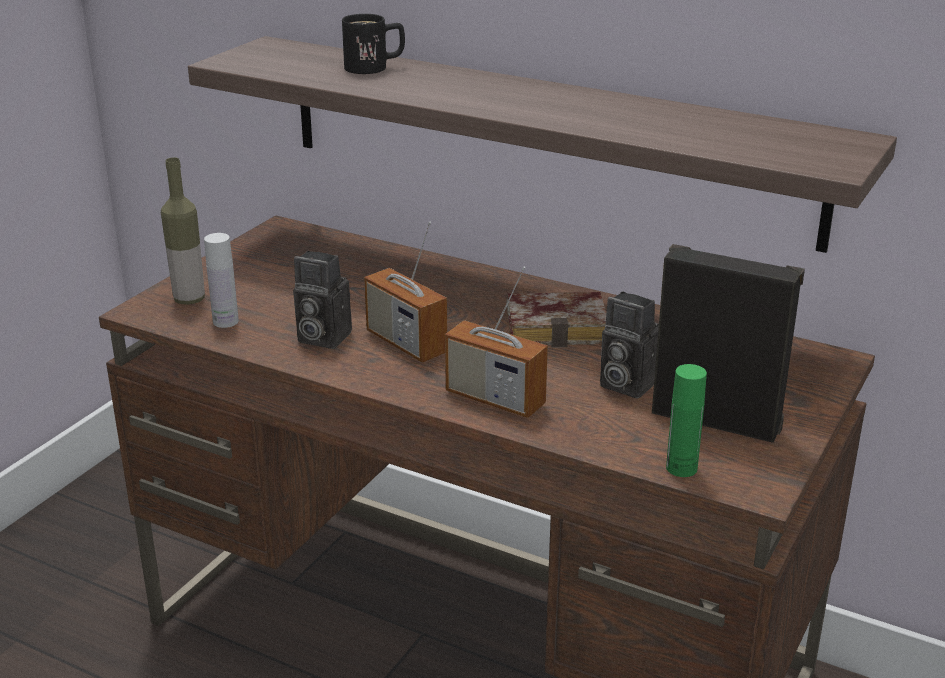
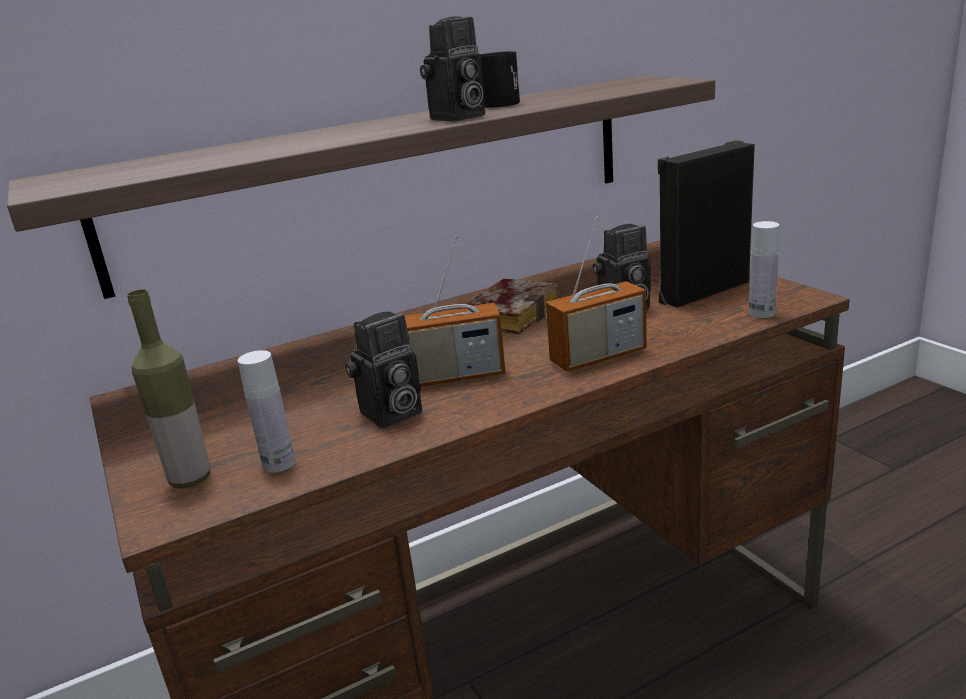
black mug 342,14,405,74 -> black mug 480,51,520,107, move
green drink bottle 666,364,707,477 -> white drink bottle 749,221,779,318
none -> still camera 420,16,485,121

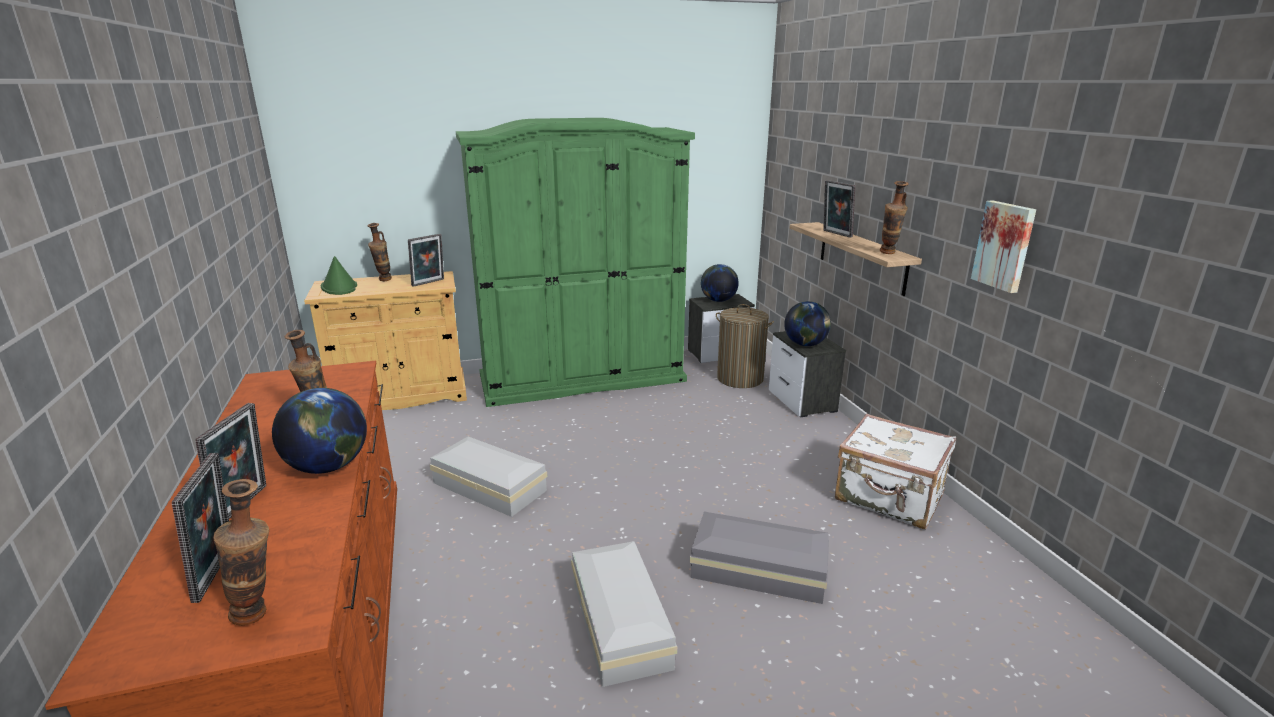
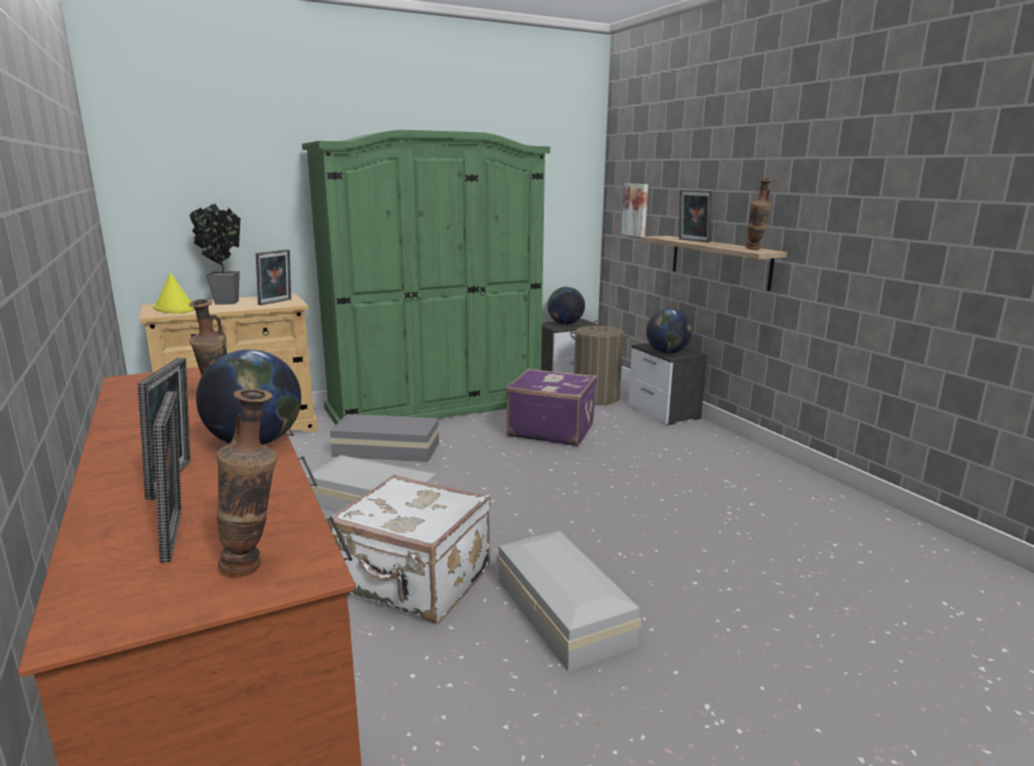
picture 971,200,1036,293 -> picture 621,183,648,237, move
decorative vase 368,223,392,281 -> houseplant 189,204,241,305
green clothing hat 321,256,357,295 -> yellow-coloured clothing hat 153,273,195,313
white suitcase 835,414,956,529 -> white suitcase 328,474,491,623, move
grey storage box 690,512,829,604 -> grey storage box 329,414,440,462, move
none -> purple suitcase 506,368,597,446

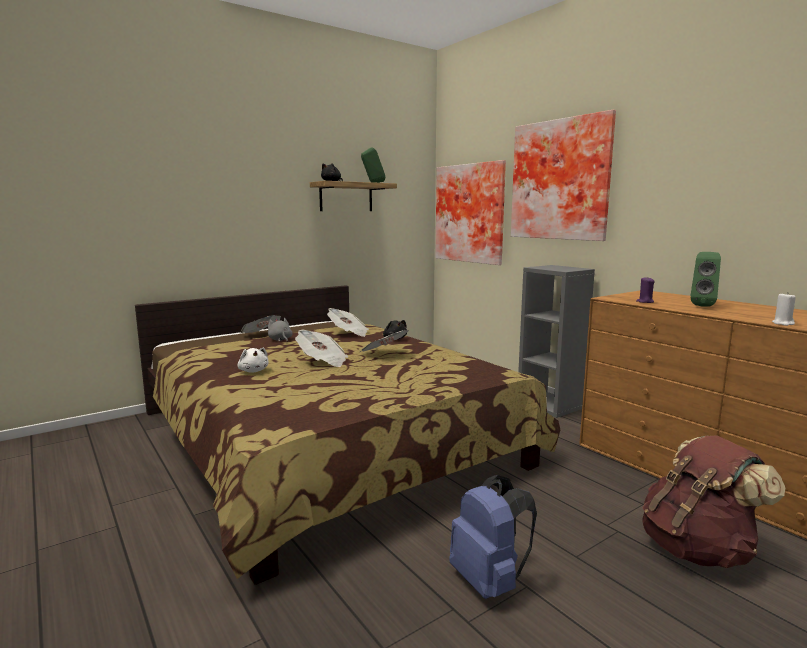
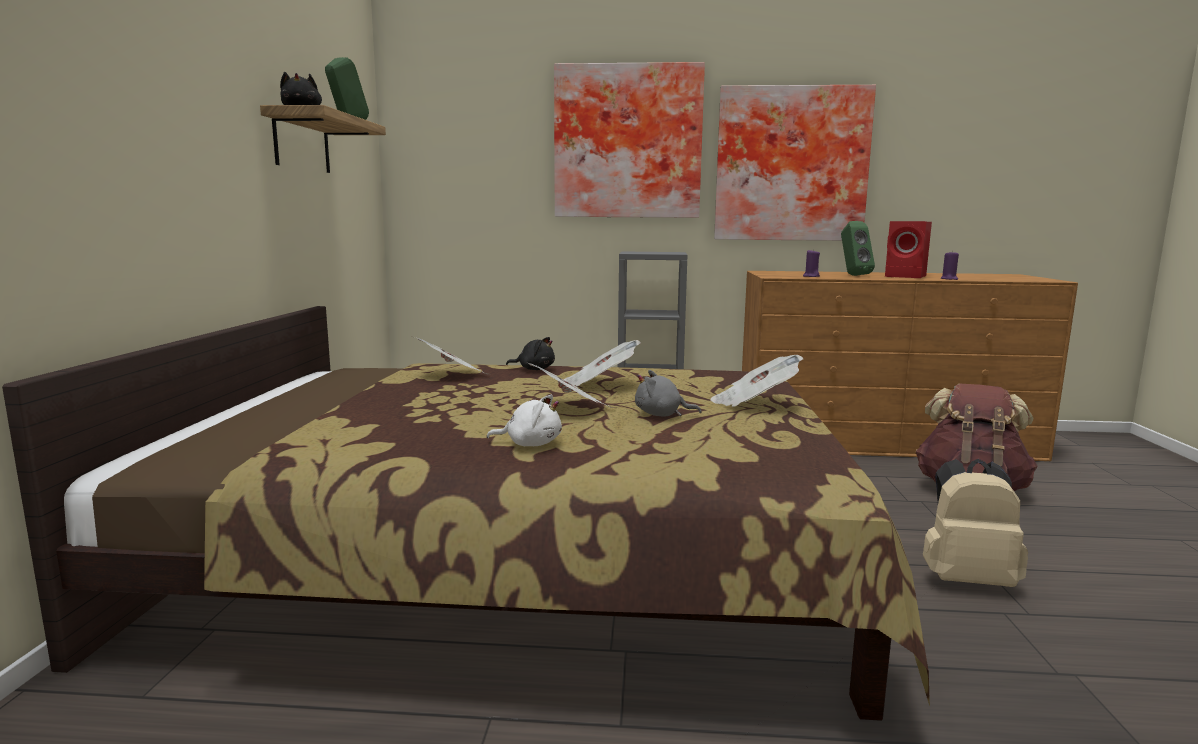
picture 435,160,506,265 -> picture 714,85,876,241, move
white wax light 772,294,796,326 -> purple wax light 941,251,959,280
daily paper 241,315,281,333 -> daily paper 710,355,804,407, move
grey soft toy 268,318,293,342 -> grey soft toy 635,370,701,417, move
blue-coloured rucksack 449,475,537,599 -> sand-coloured rucksack 923,459,1028,587
none -> reddish speaker 885,221,932,278

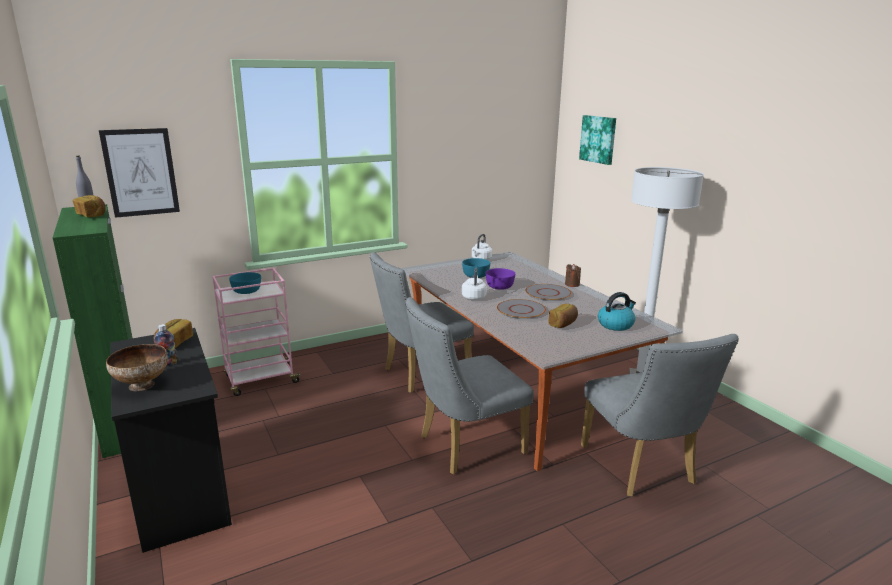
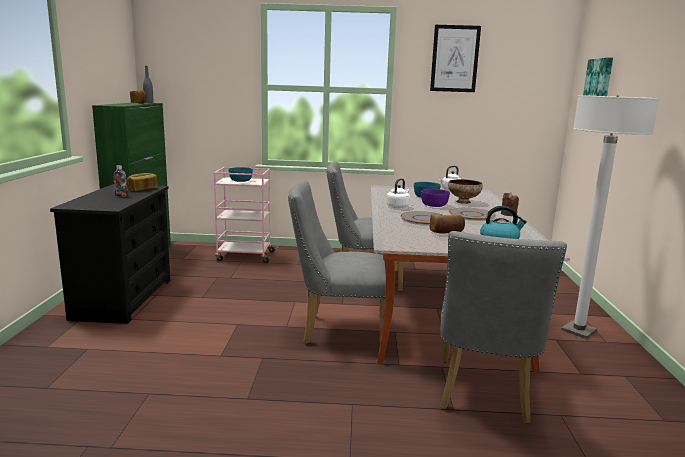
picture 99,128,180,218 -> picture 430,25,481,92, move
deep dish 106,344,168,391 -> deep dish 448,179,483,204, move

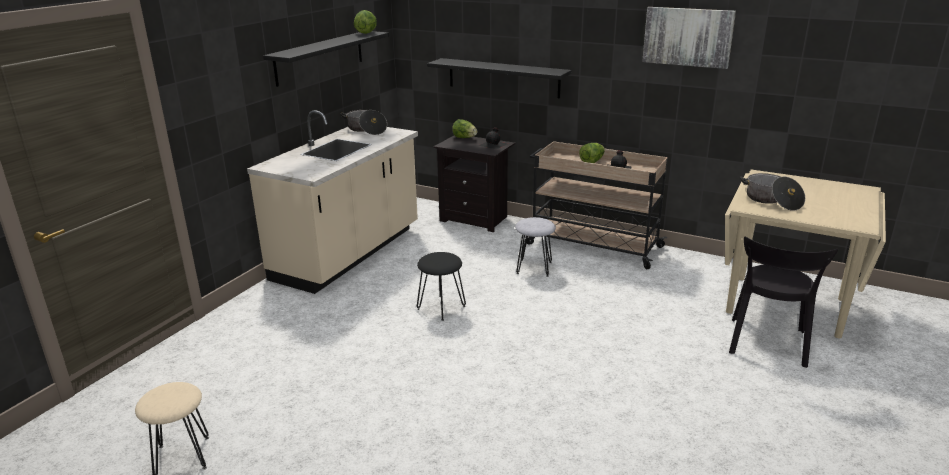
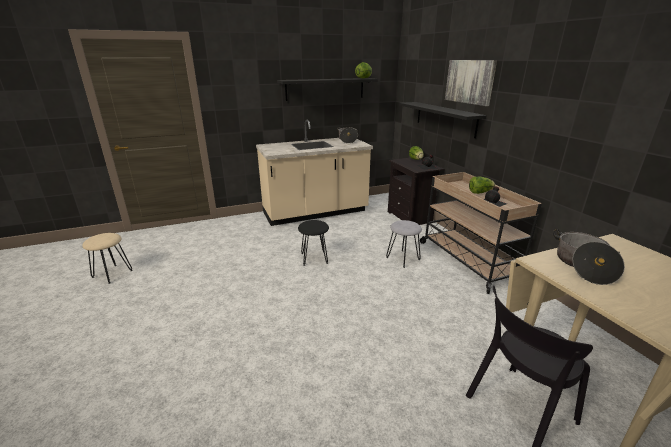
picture 642,7,736,69 -> picture 445,60,497,106, move

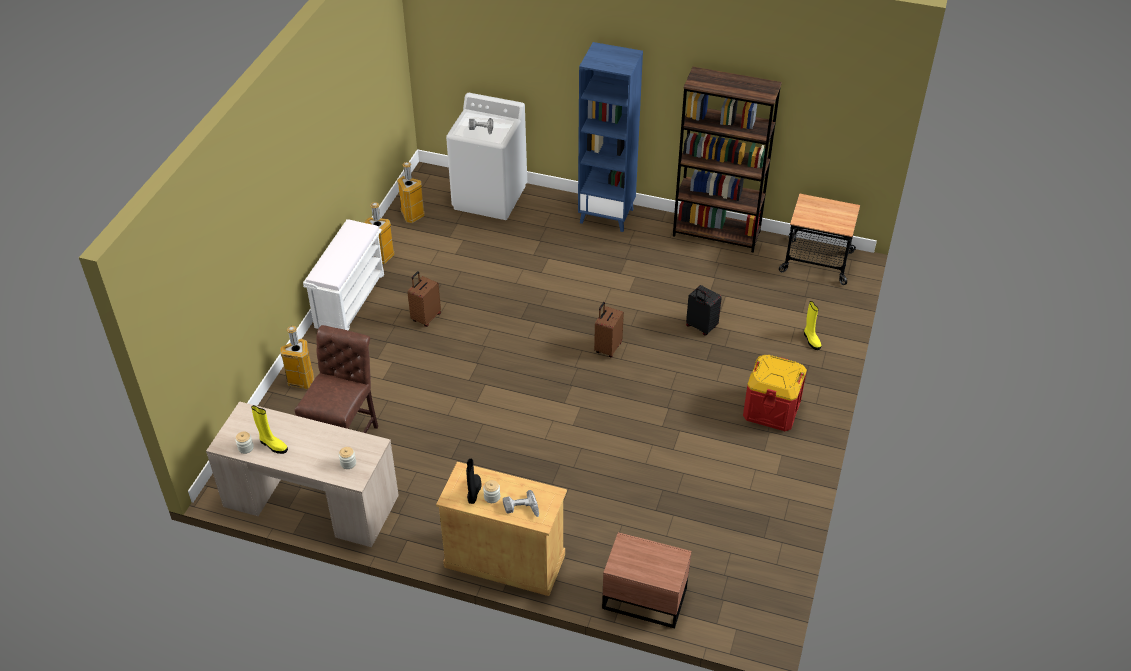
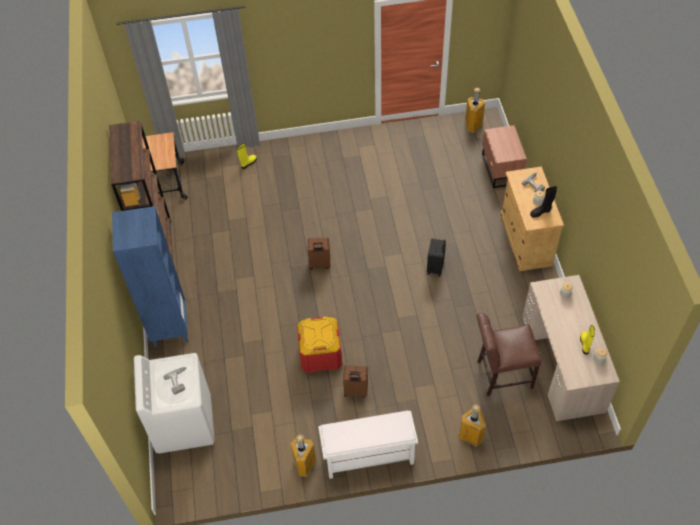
waste bin 397,162,425,223 -> waste bin 465,88,485,133, move
black suitcase 686,285,722,336 -> black suitcase 427,239,446,277, move
reddish storage box 743,355,807,431 -> reddish storage box 297,316,342,373, move

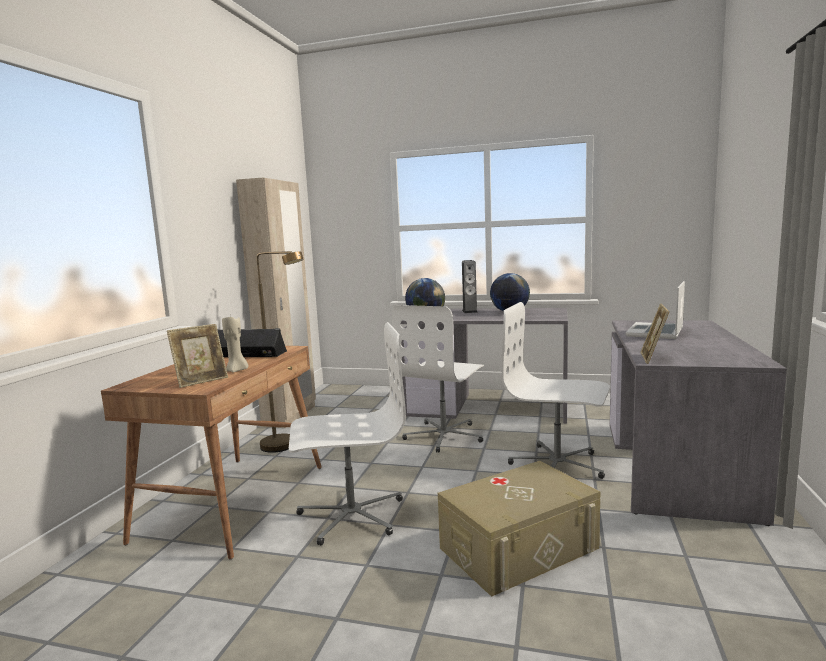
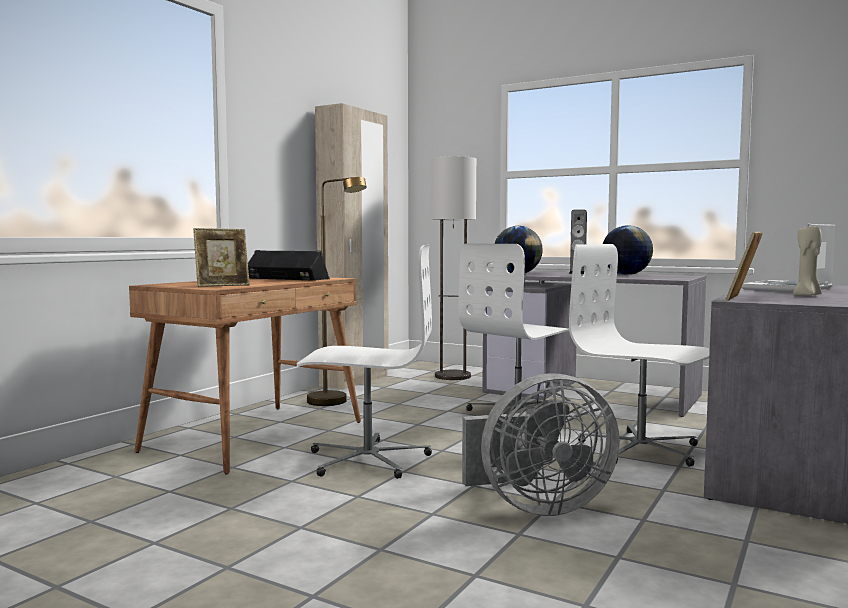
sand-coloured wax light 222,315,248,372 -> sand-coloured wax light 793,226,822,296, move
sand-coloured storage box 438,461,600,597 -> grey electric fan 462,373,620,516
none -> standing lamp 431,156,476,380

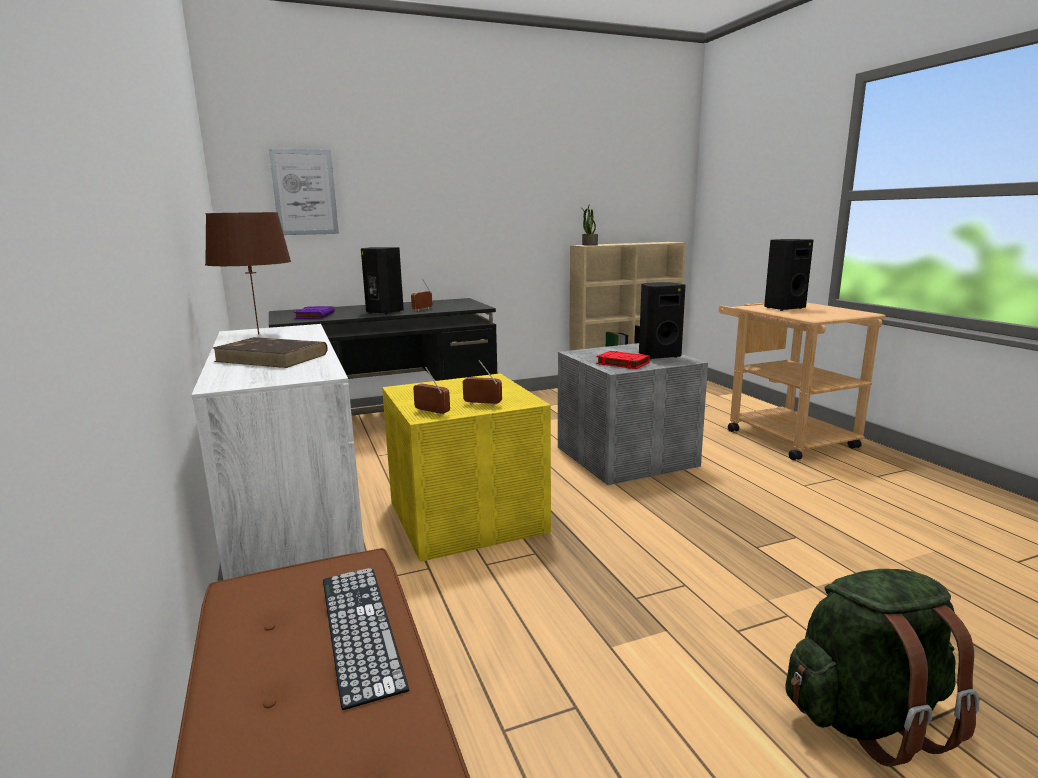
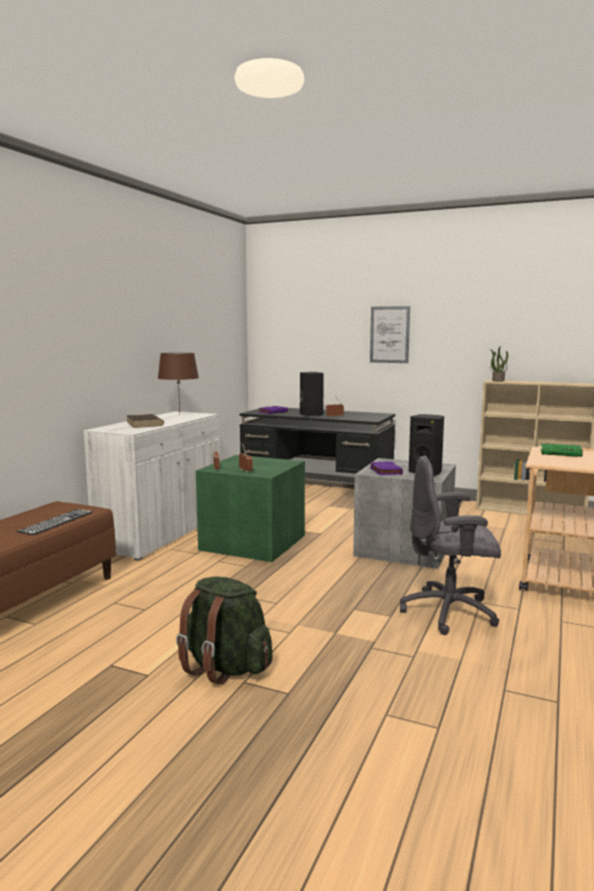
picture 269,149,339,235 -> picture 370,306,410,363, move
black speaker 764,239,813,311 -> green book 541,443,583,457
reddish book 596,351,650,369 -> purple book 370,461,403,475
yellow-coloured storage box 382,373,551,562 -> green storage box 196,455,305,562
none -> grey computer chair 400,455,501,635

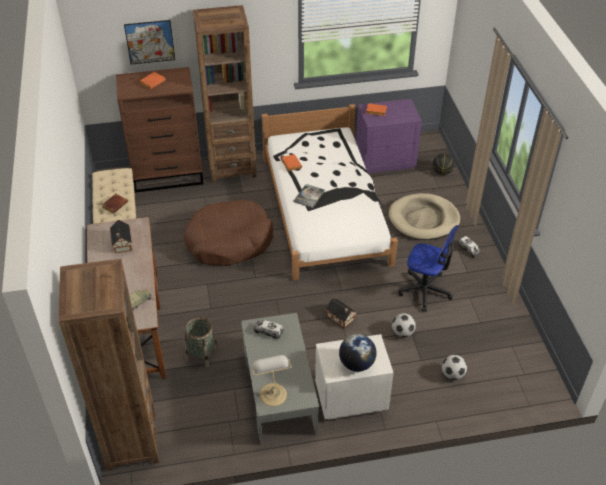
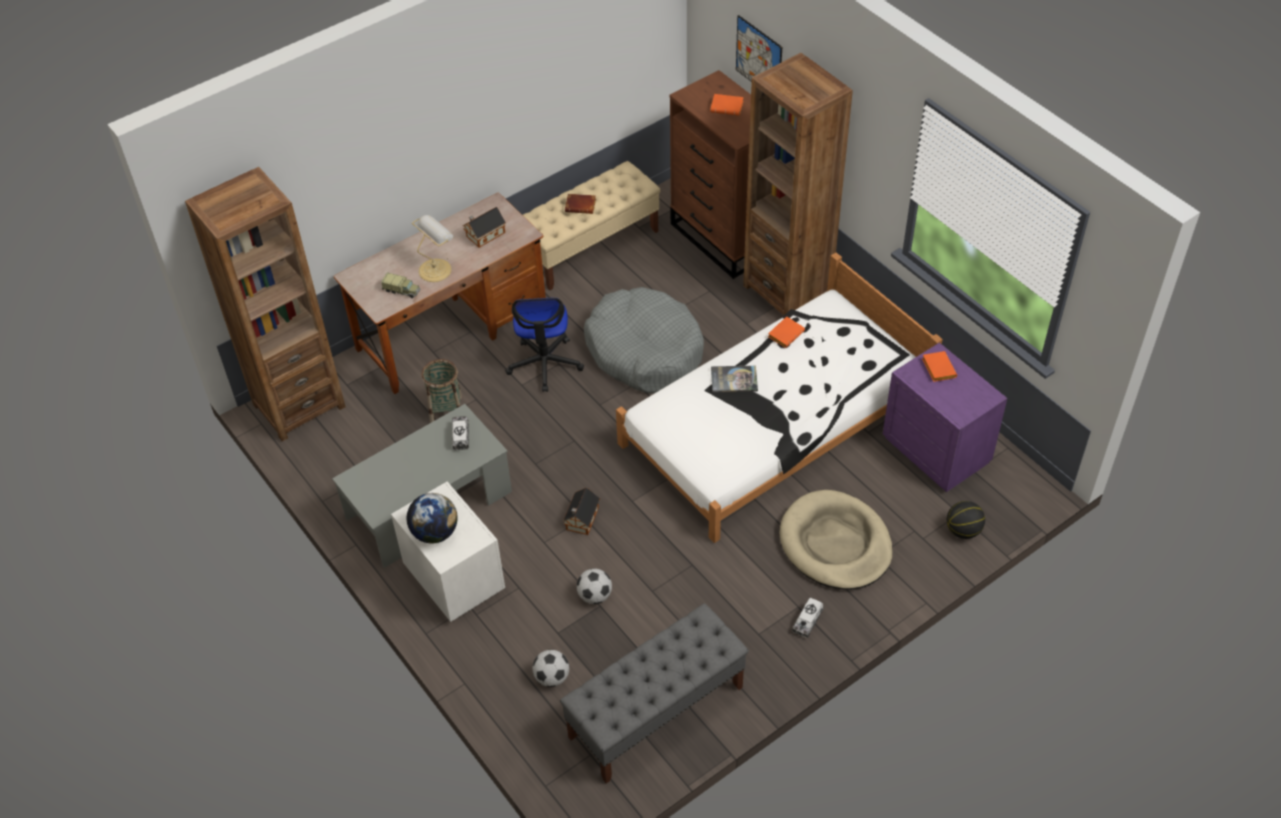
brown dog bed 184,200,273,266 -> grey dog bed 584,287,704,393
computer chair 398,225,459,312 -> computer chair 505,298,584,392, move
lamp for a table 251,355,291,406 -> lamp for a table 412,215,453,282, move
none -> grey bench 560,603,749,784

